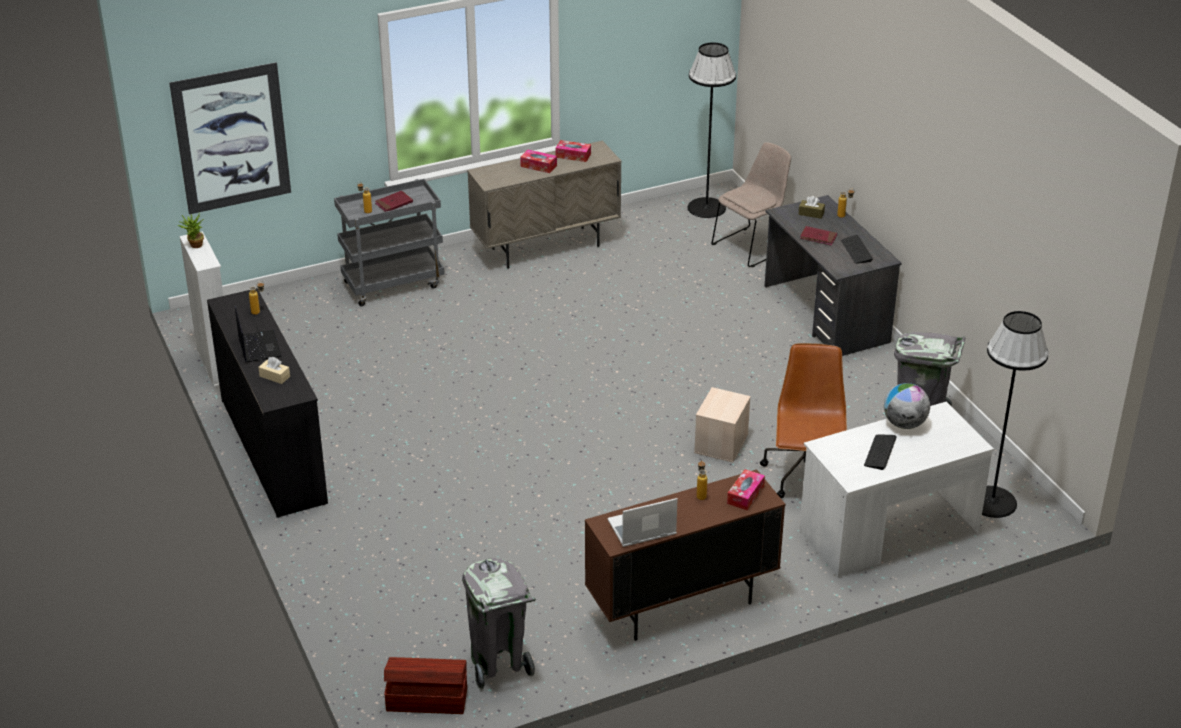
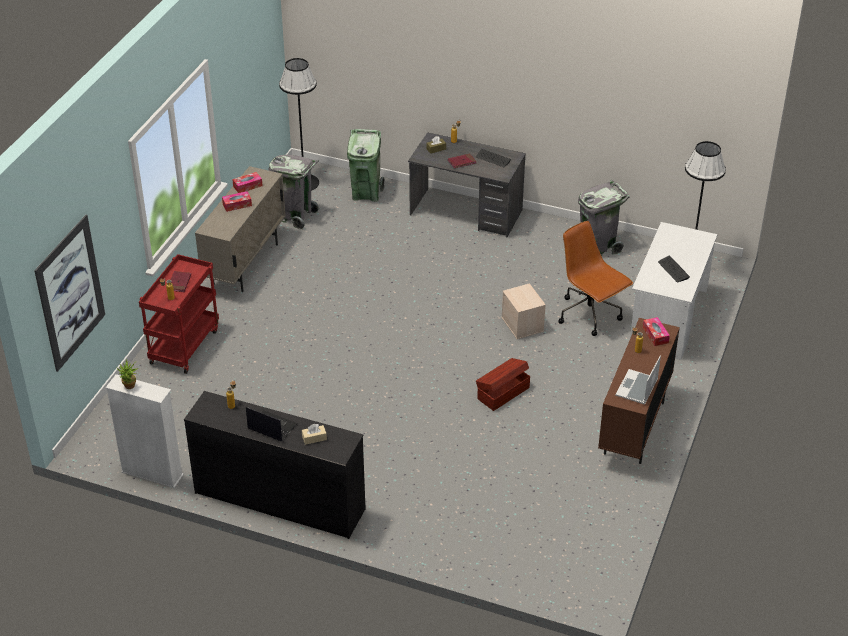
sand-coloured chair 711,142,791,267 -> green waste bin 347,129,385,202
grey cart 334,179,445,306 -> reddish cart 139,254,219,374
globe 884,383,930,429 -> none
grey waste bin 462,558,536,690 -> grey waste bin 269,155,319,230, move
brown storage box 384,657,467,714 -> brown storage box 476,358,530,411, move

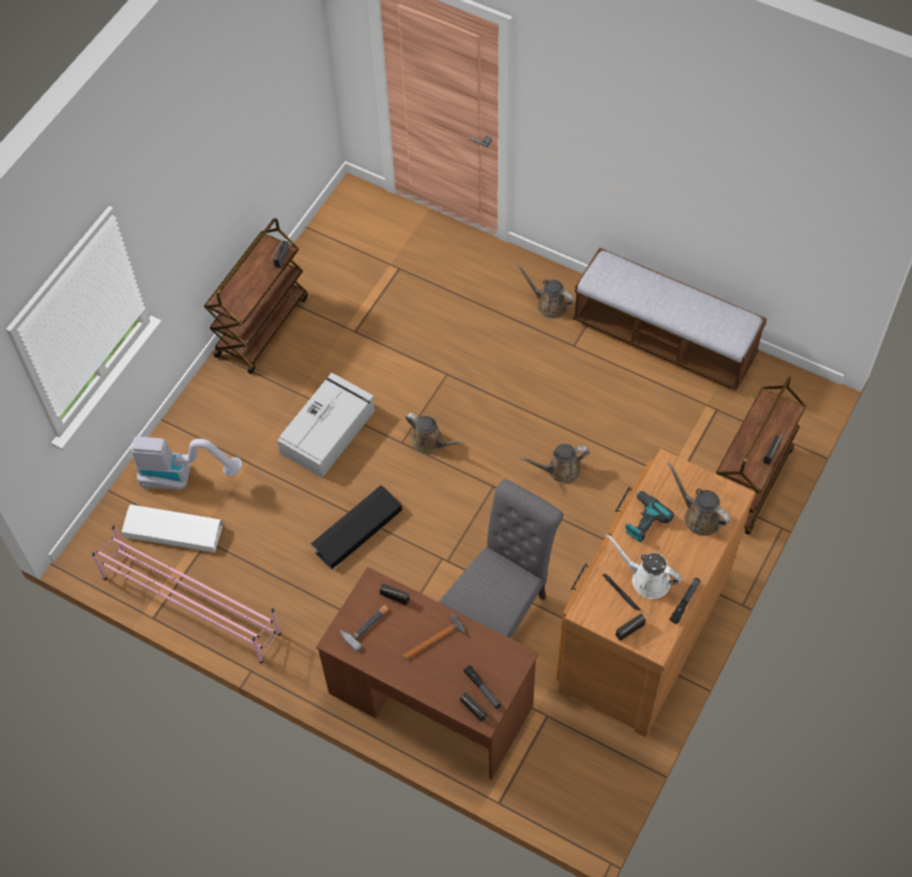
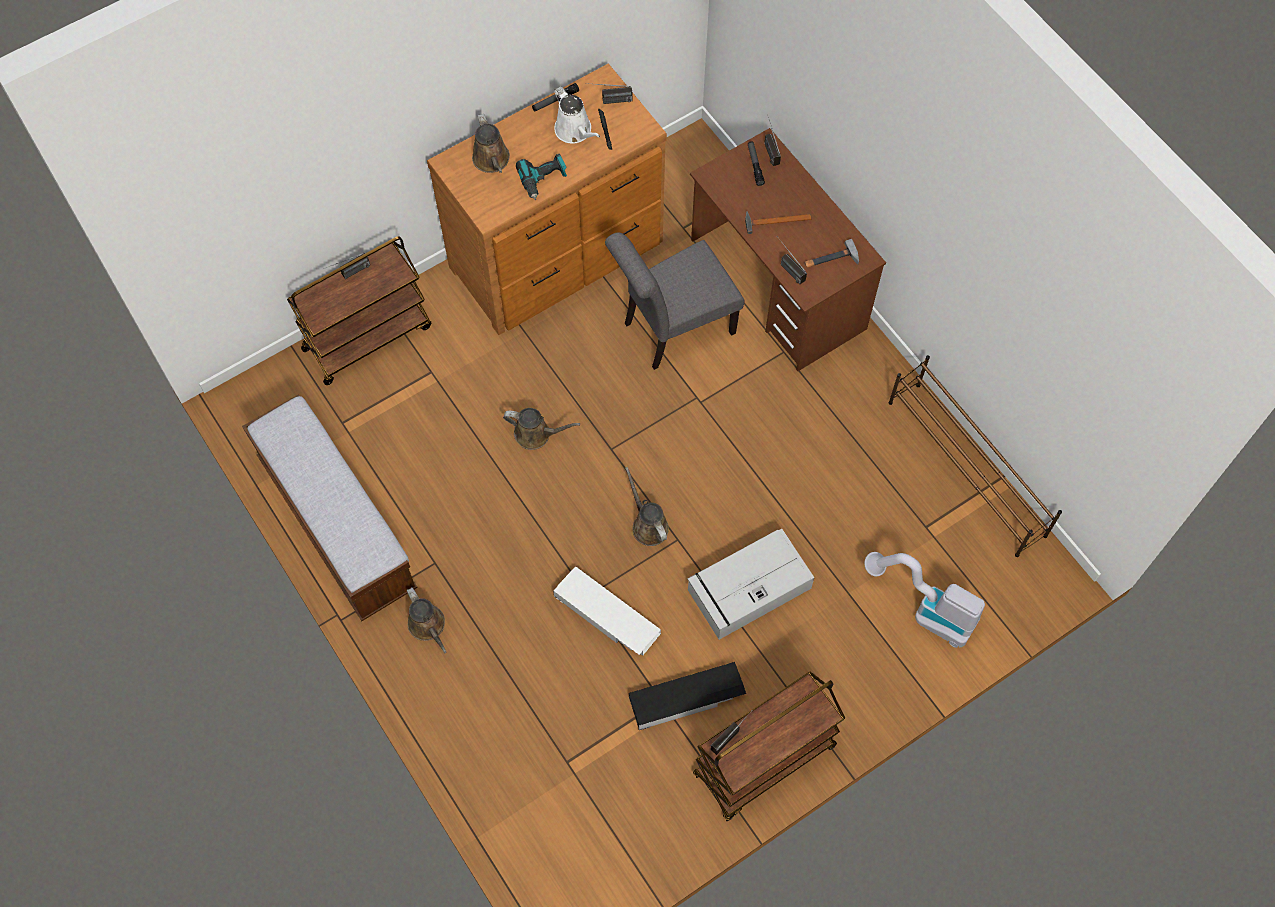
black storage box 311,485,402,570 -> black storage box 629,662,746,730, move
white storage box 122,504,223,553 -> white storage box 553,566,661,656, move
pink shoe rack 91,526,281,663 -> brown shoe rack 888,355,1062,557

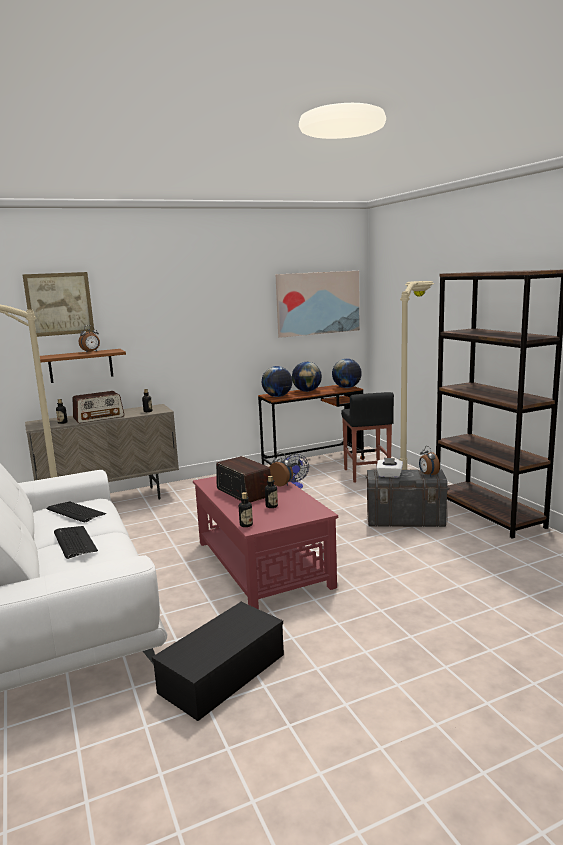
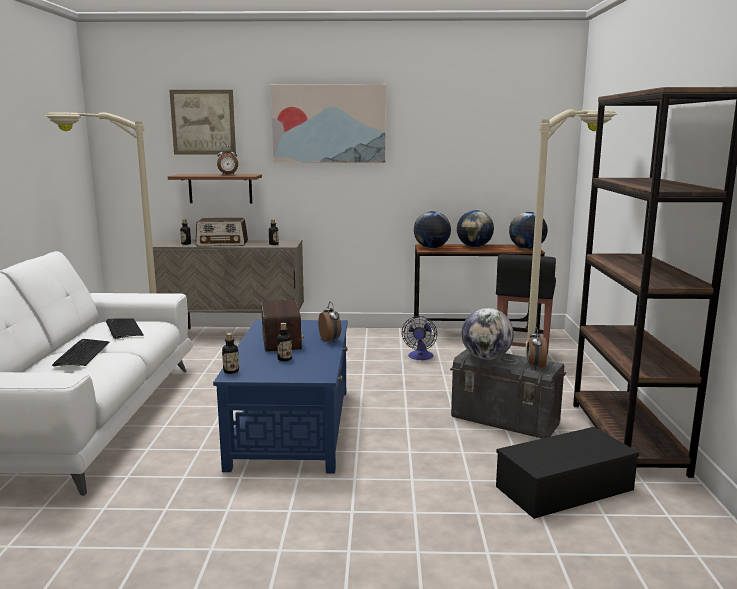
picture 276,271,360,338 -> picture 271,85,386,163, move
white tissue holder 377,458,403,478 -> globe 461,308,514,360
reddish coffee table 193,476,338,609 -> blue-coloured coffee table 213,320,348,473
black storage box 152,602,284,721 -> black storage box 496,427,639,519, move

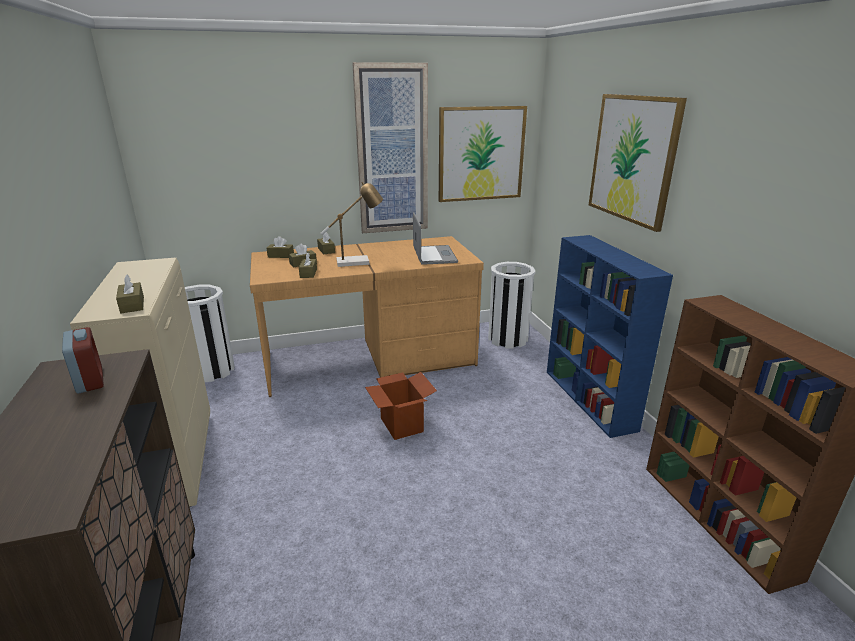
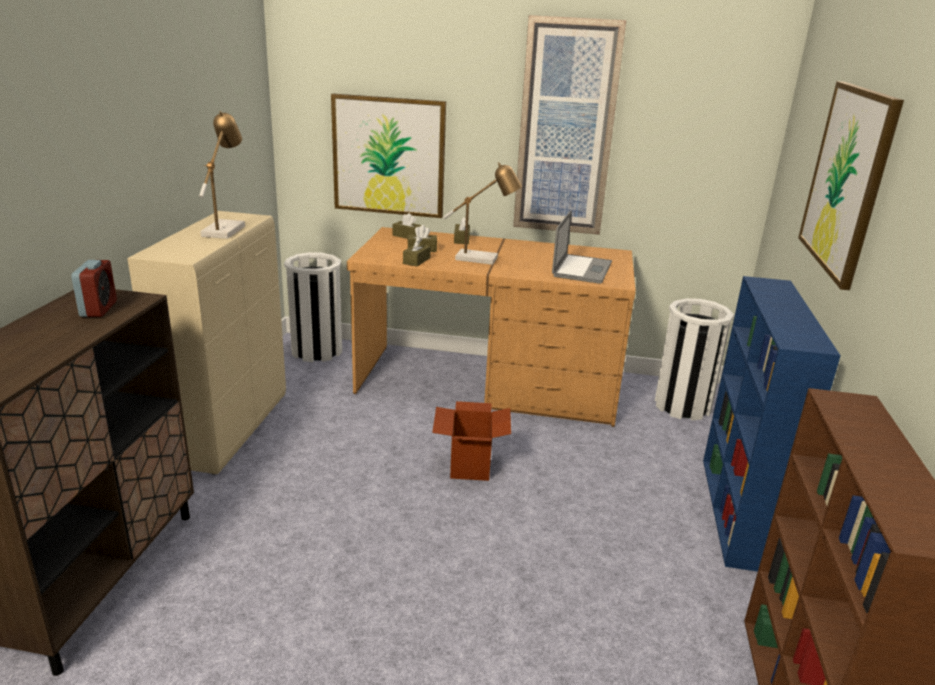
picture 439,106,527,202 -> picture 331,94,446,218, move
brown tissue holder 116,274,144,313 -> none
none -> lamp for a table 199,111,245,239

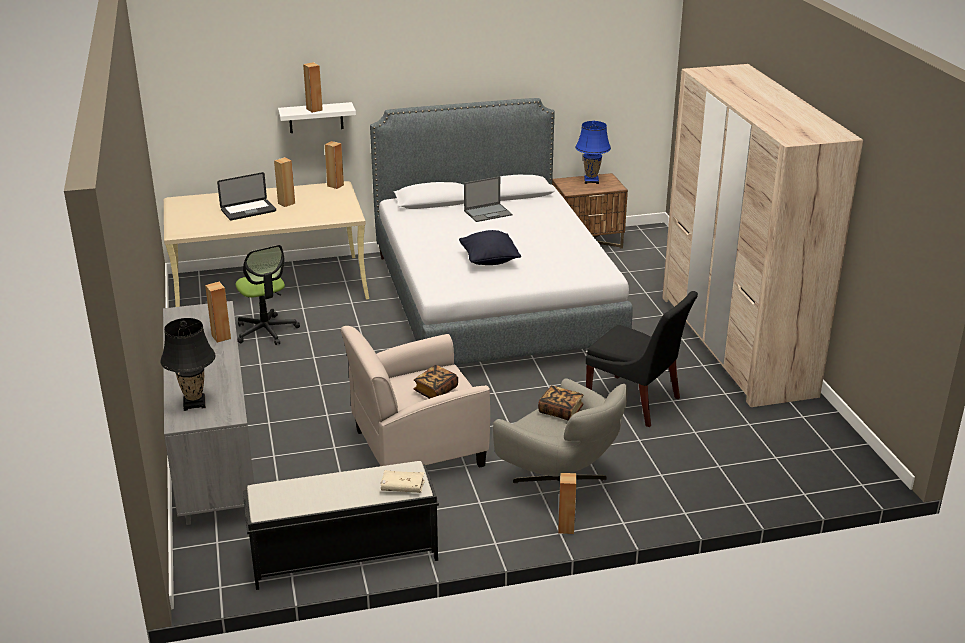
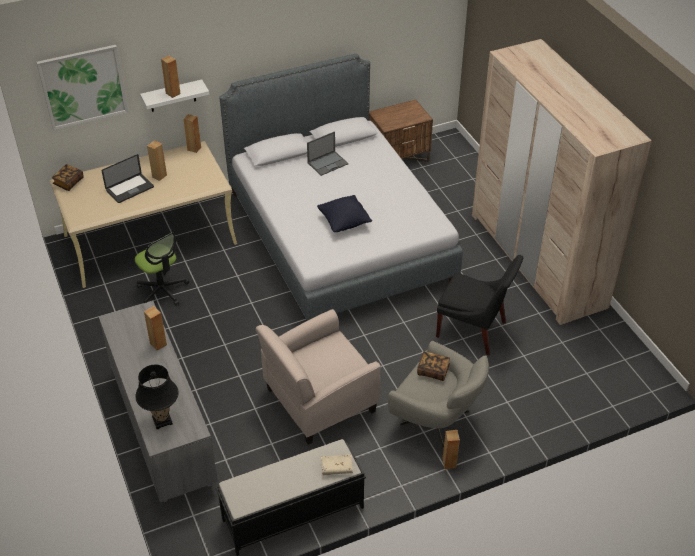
blue-coloured lamp for a table 575,120,611,184 -> none
book 413,365,458,399 -> book 52,164,84,191, move
none -> picture 36,45,128,130

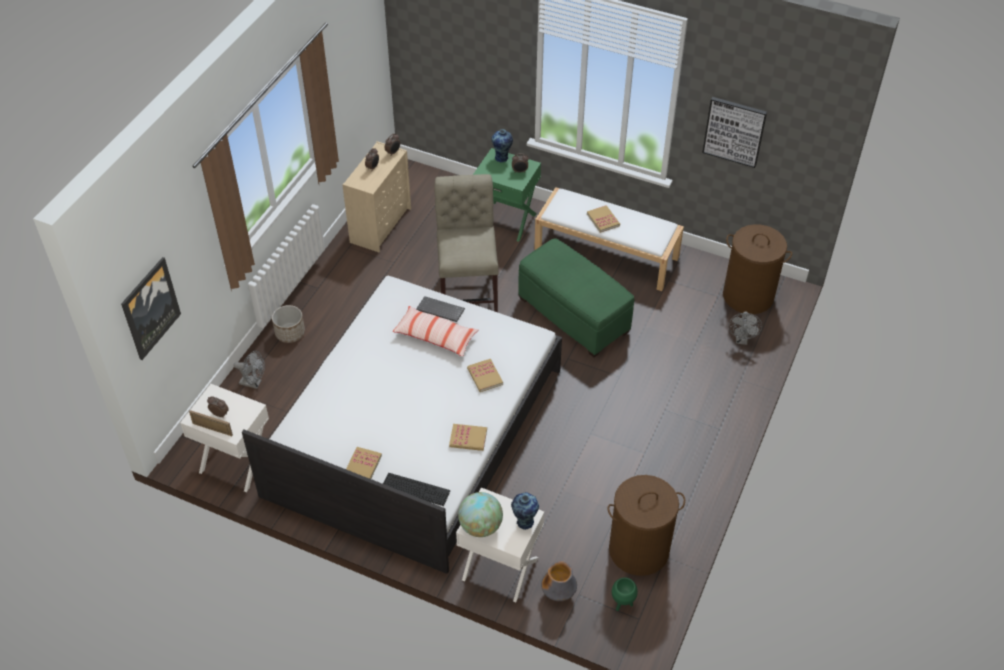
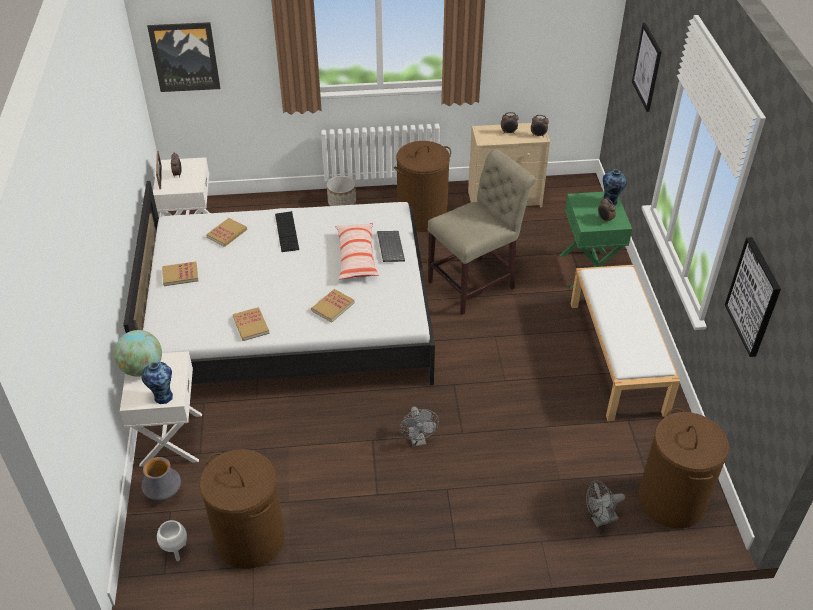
book 587,206,620,233 -> book 206,218,247,247, move
green footrest 518,239,634,357 -> none
grey electric fan 233,351,265,389 -> grey electric fan 400,406,439,447, move
keyboard 383,473,450,506 -> keyboard 275,211,299,252, move
green plant pot 612,577,638,611 -> white plant pot 157,520,187,561
none -> picture 632,23,662,112
none -> brown hamper 394,141,451,232

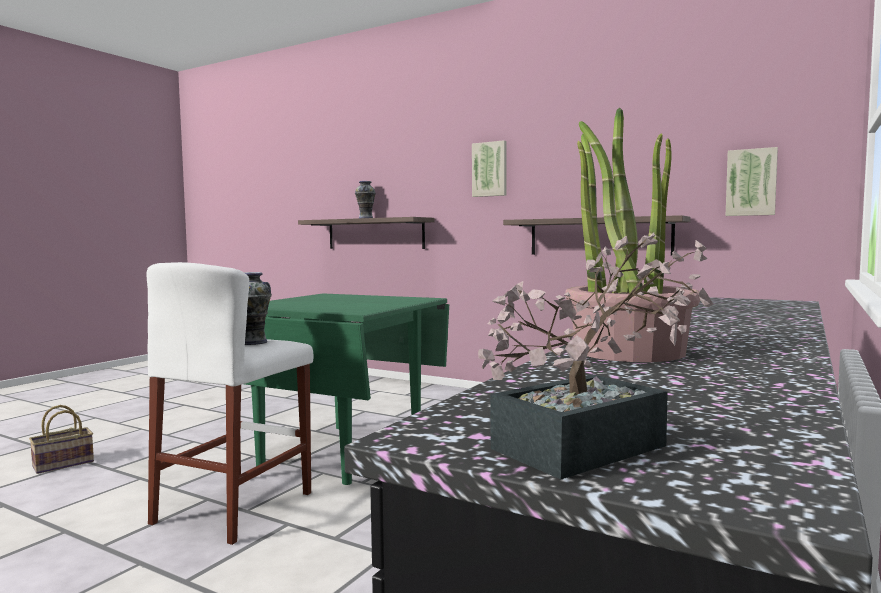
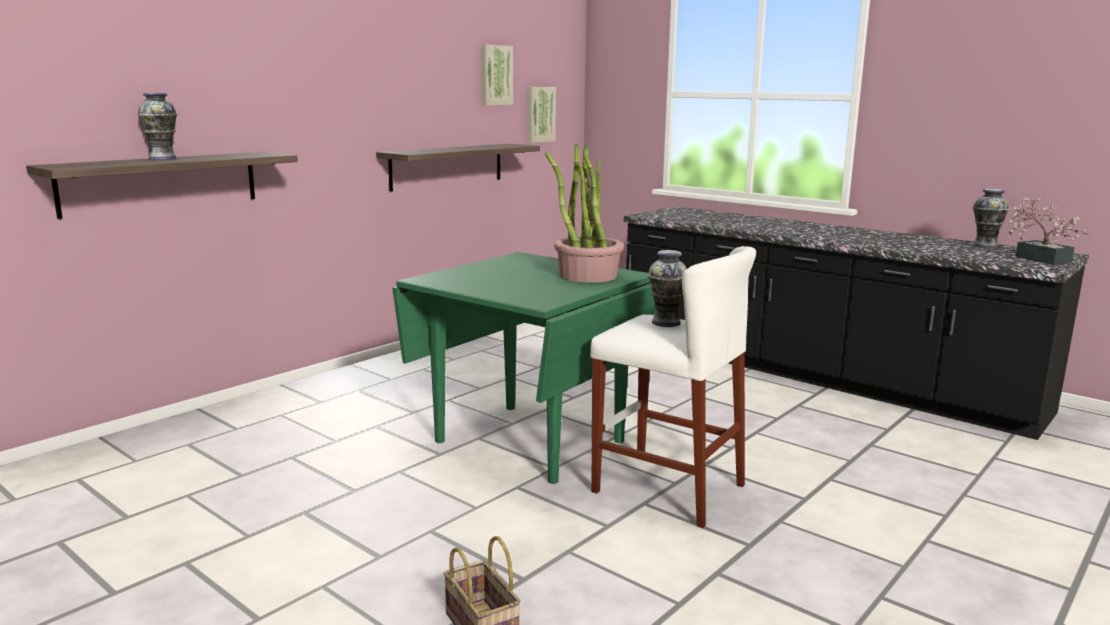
houseplant 565,108,700,362 -> houseplant 545,143,624,283, move
picture 472,140,507,197 -> picture 481,44,513,105, move
none -> decorative vase 973,189,1009,249

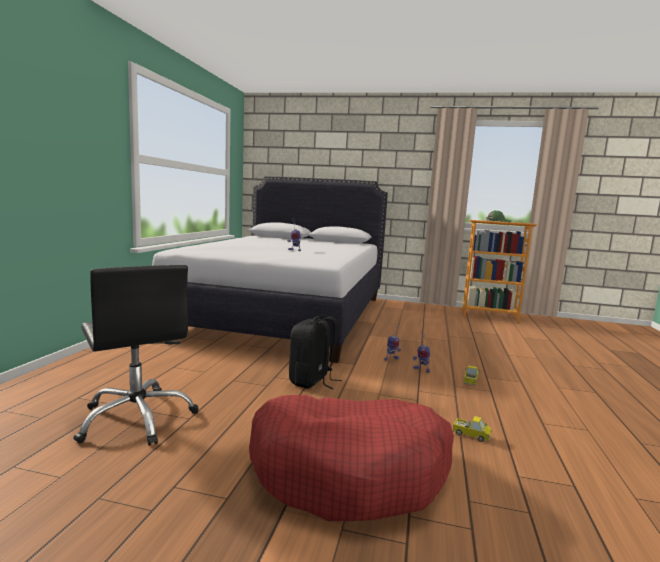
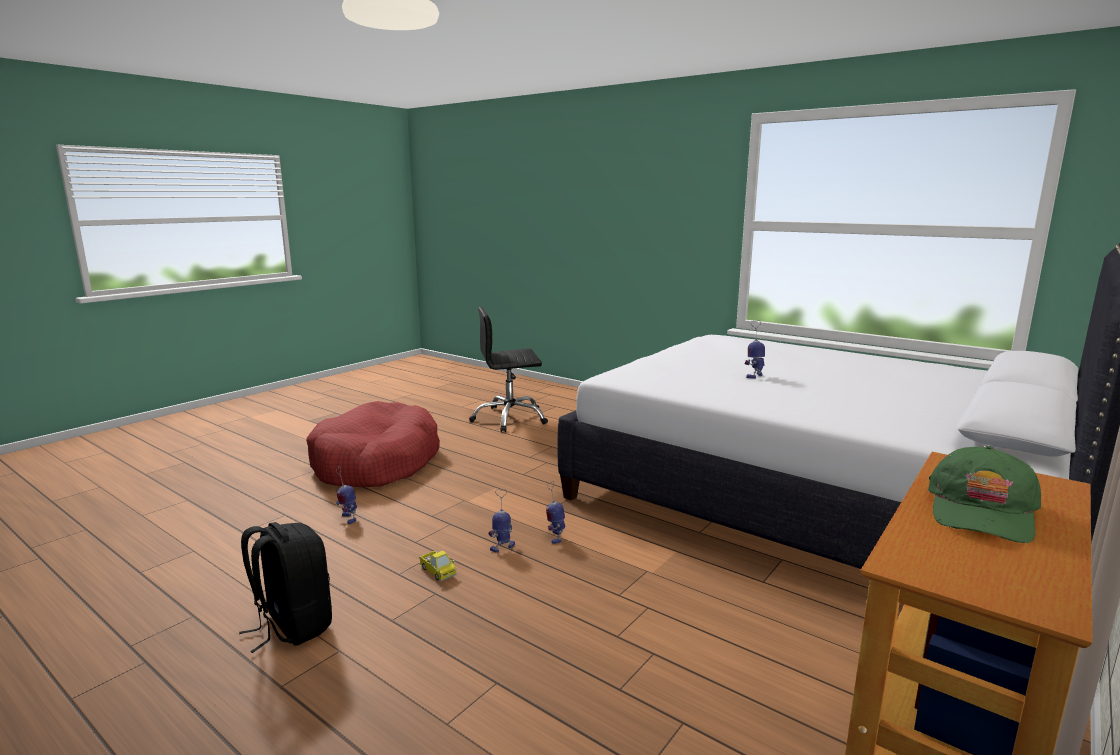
black rucksack 289,316,342,389 -> black rucksack 239,522,332,653, move
model truck 453,416,492,442 -> robot figure 336,467,357,524

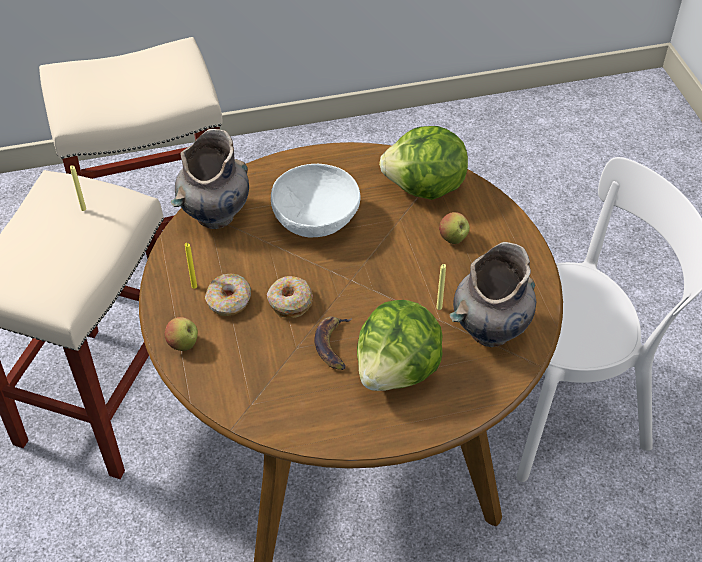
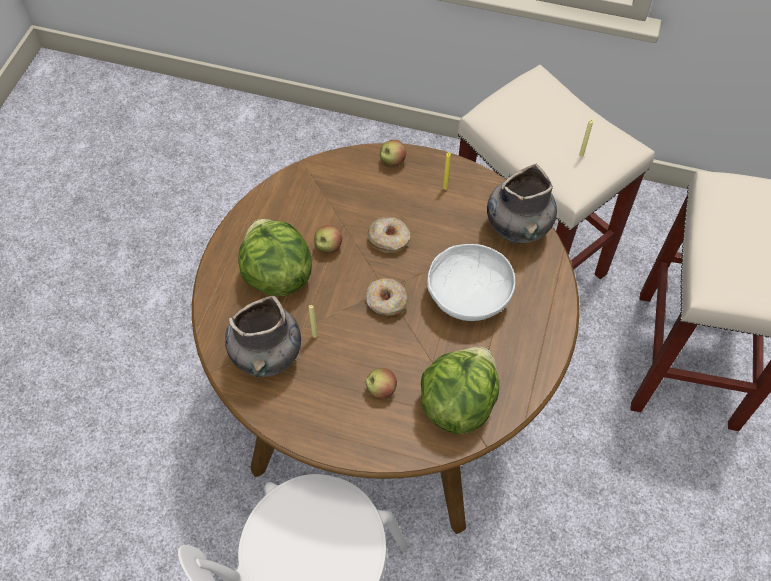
ring doughnut 205,274,251,316 -> ring doughnut 366,278,409,319, move
banana 314,317,352,370 -> apple 314,225,342,253

